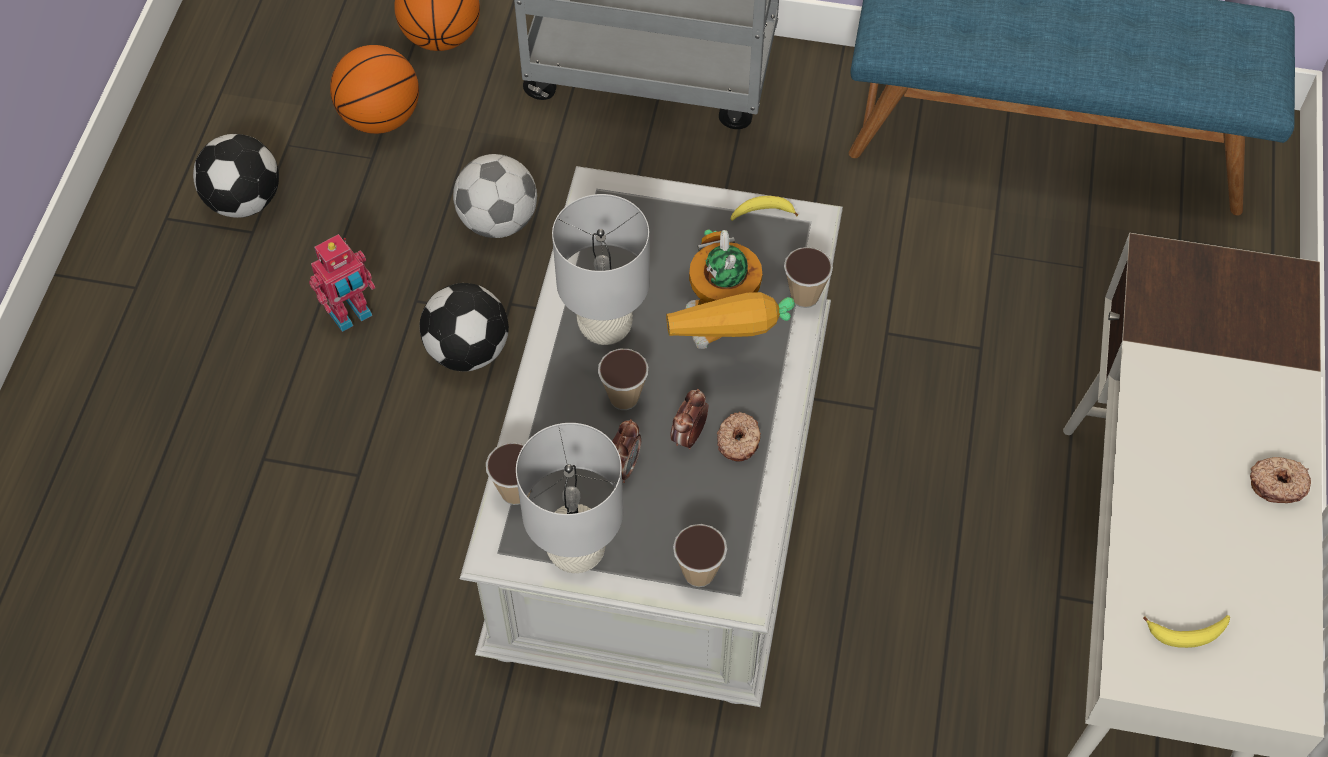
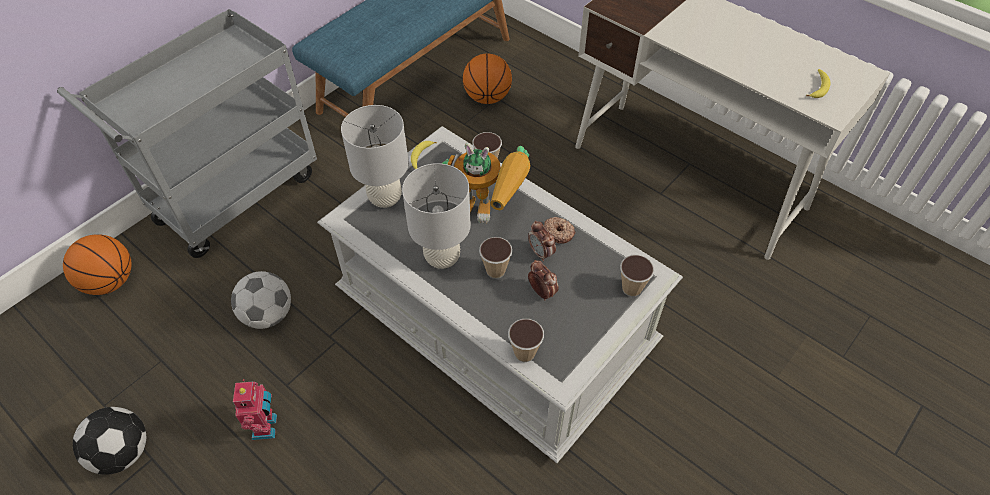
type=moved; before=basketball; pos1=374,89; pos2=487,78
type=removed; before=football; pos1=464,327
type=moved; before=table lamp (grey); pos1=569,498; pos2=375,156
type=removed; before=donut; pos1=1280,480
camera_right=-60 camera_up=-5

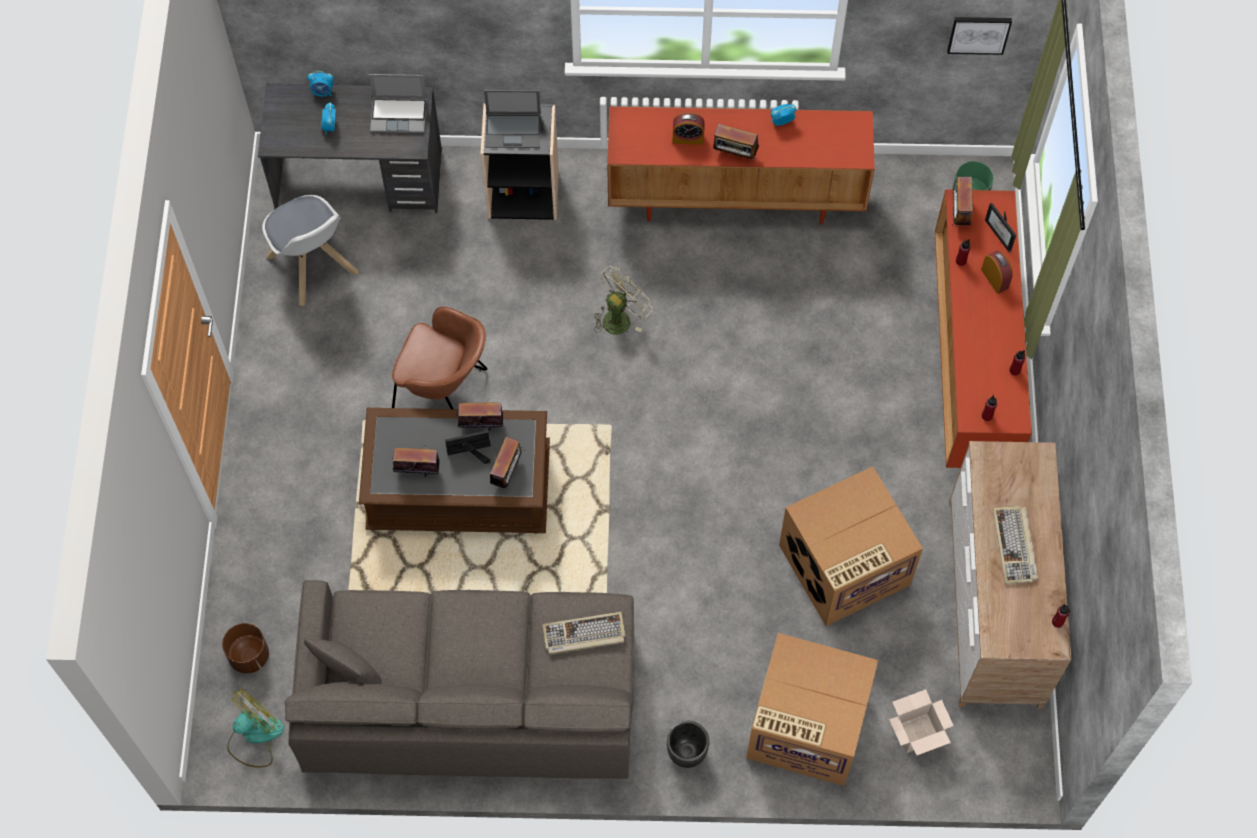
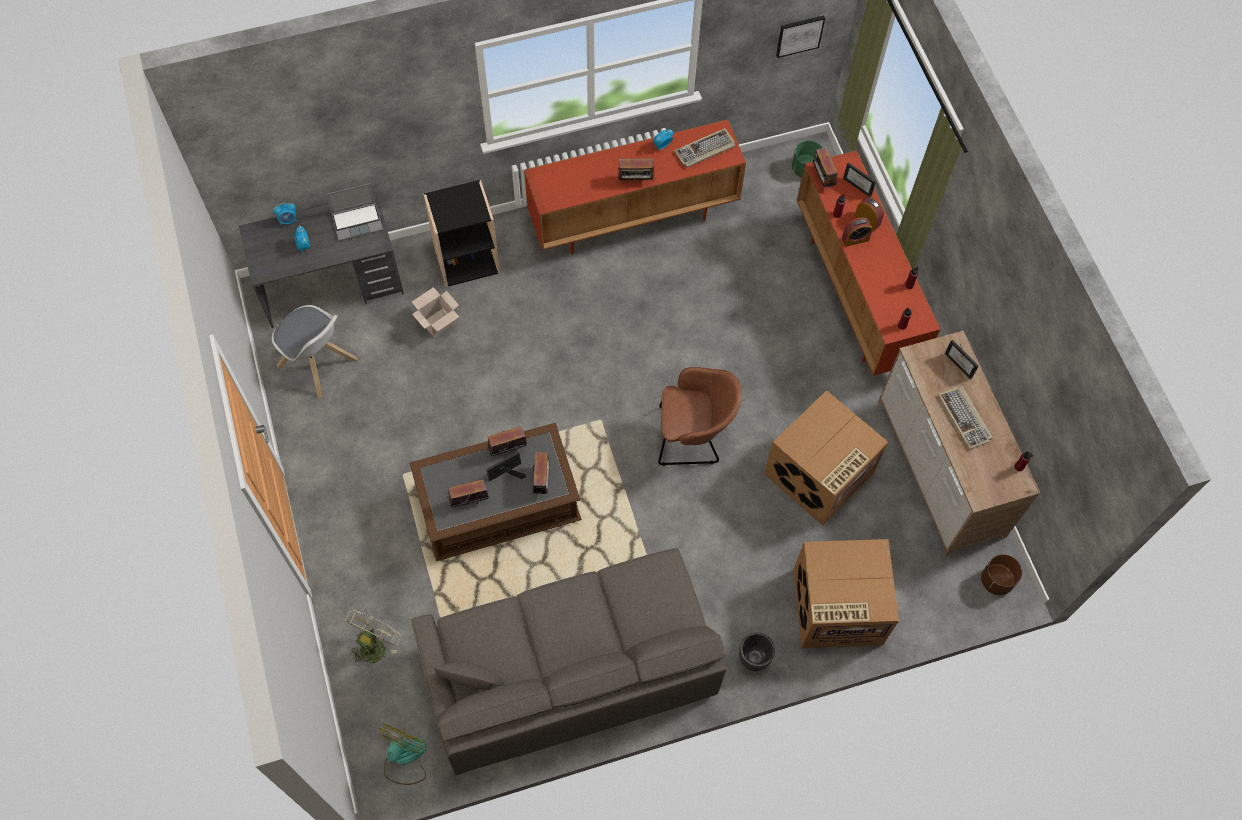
type=removed; before=laptop; pos1=512,119
type=moved; before=alarm clock; pos1=688,128; pos2=857,232
type=moved; before=fan (beige); pos1=623,300; pos2=373,638
type=moved; before=armchair (brown); pos1=439,358; pos2=700,416
type=moved; before=keyboard; pos1=584,633; pos2=705,148
type=moved; before=planter (brown); pos1=245,648; pos2=1001,574
type=moved; before=cardboard box; pos1=921,722; pos2=436,312
type=added; after=picture frame; pos2=961,360
camera_right=-20 camera_up=0

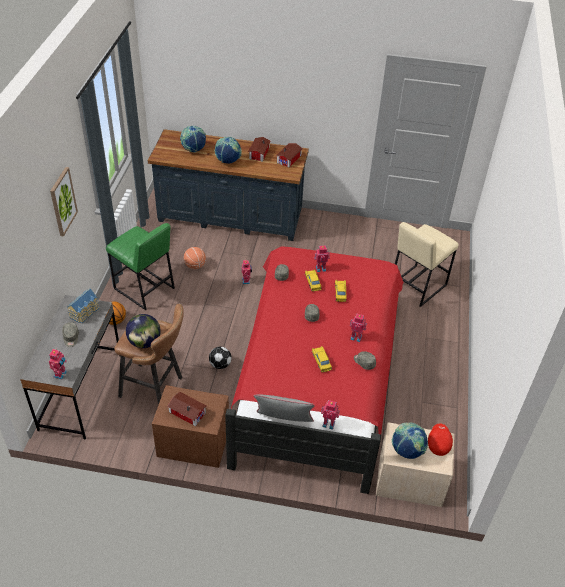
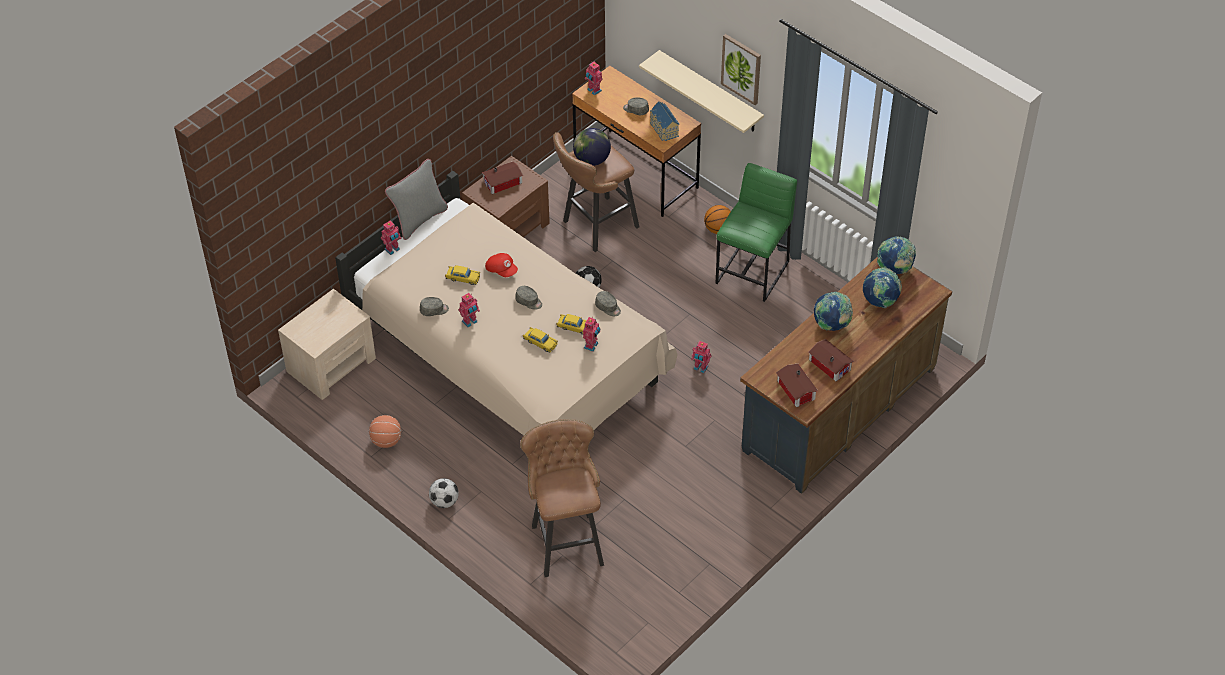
type=replaced; before=chair (beige); after=stool (brown); pos1=427,264; pos2=562,498
type=turned; before=chair (green); pos1=140,266; pos2=756,232; turn=135
type=moved; before=basketball; pos1=195,258; pos2=385,431
type=recoloured; before=bed (red); after=bed (beige); pos1=314,370; pos2=506,303
type=recoloured; before=desk (grey); after=desk (brown); pos1=70,367; pos2=636,141
type=moved; before=globe; pos1=409,441; pos2=896,255
type=moved; before=cap (red); pos1=440,439; pos2=501,265
type=added; after=shelf (beige); pos2=701,91
type=added; after=football; pos2=444,493
camera_right=125 camera_up=5

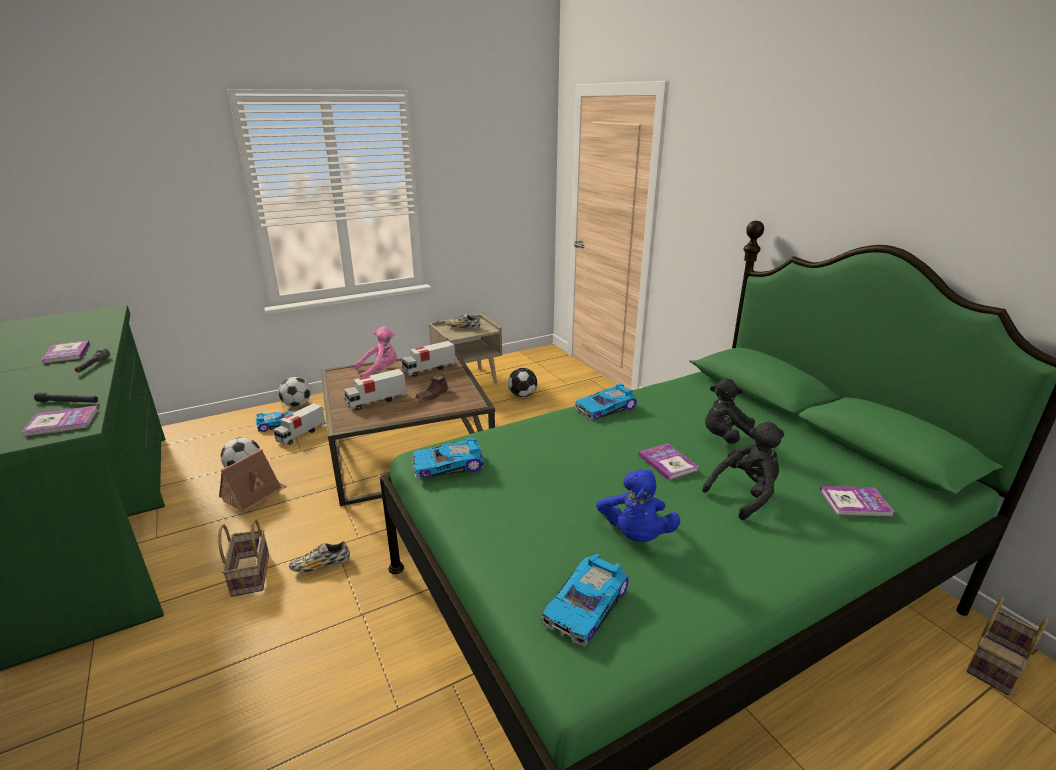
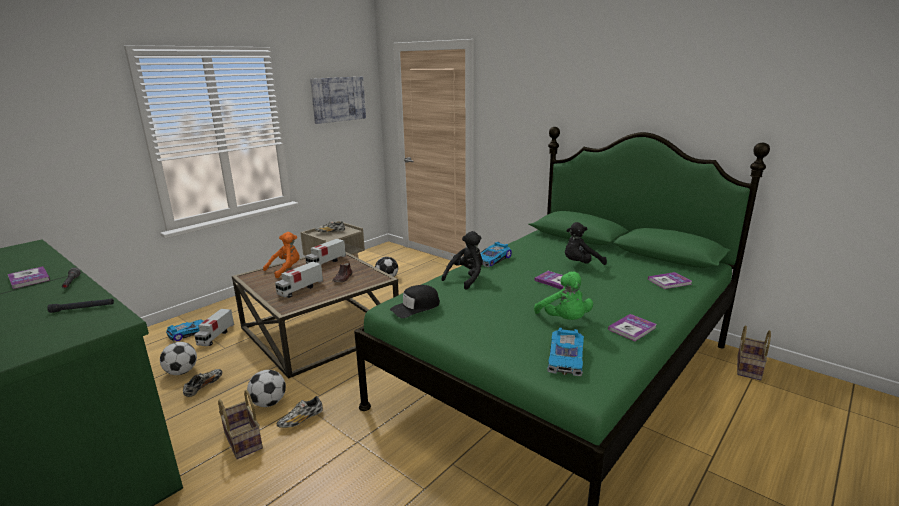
type=recoloured; before=plush toy (pink); after=plush toy (orange); pos1=375,352; pos2=281,255
type=moved; before=football; pos1=294,392; pos2=266,388
type=moved; before=book; pos1=60,421; pos2=632,327
type=moved; before=plush toy (black); pos1=743,471; pos2=462,260
type=replaced; before=toy car; after=cap (black); pos1=447,458; pos2=415,301
type=replaced; before=toy house; after=shoe; pos1=253,480; pos2=202,383
type=recoloured; before=plush toy (blue); after=plush toy (green); pos1=638,505; pos2=563,296
type=added; after=picture; pos2=338,100
camera_right=-20 camera_up=-5

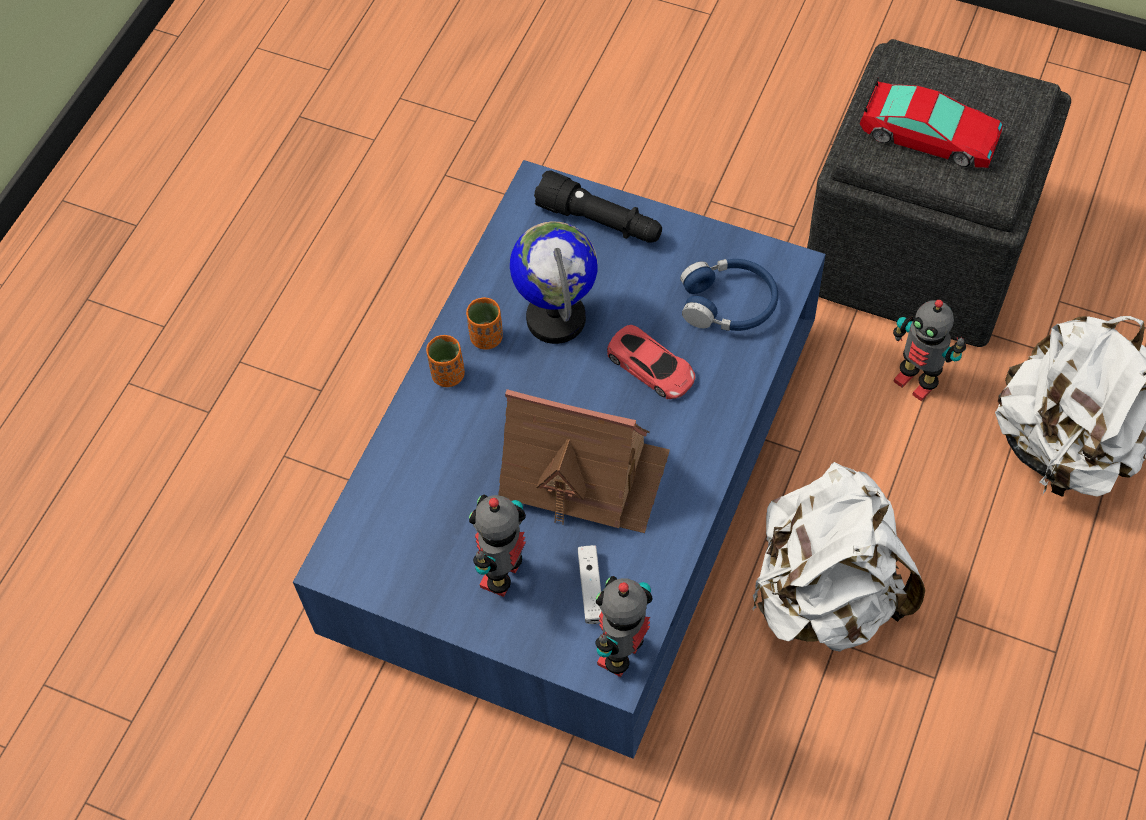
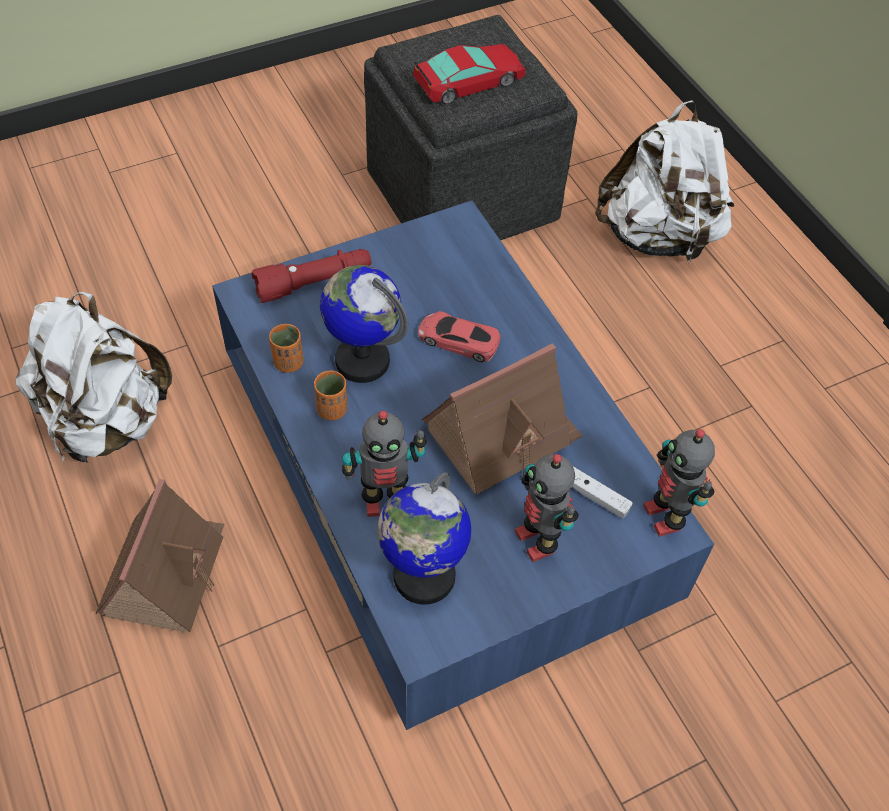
type=recoloured; before=flashlight (black); after=flashlight (red); pos1=598,206; pos2=311,276
type=removed; before=headphones (blue); pos1=729,295
type=moved; before=toy robot; pos1=929,350; pos2=384,464
type=turned; before=toy car (red); pos1=651,362; pos2=459,336; turn=-150
type=moved; before=cup (orange); pos1=445,361; pos2=286,348
type=moved; before=backpack (white); pos1=838,557; pos2=93,377
type=added; after=globe; pos2=424,538
type=added; after=toy house; pos2=159,555
camera_right=-55 camera_up=-5

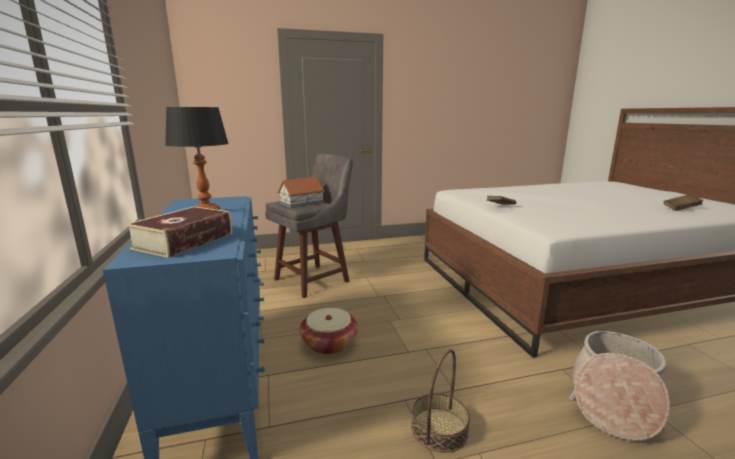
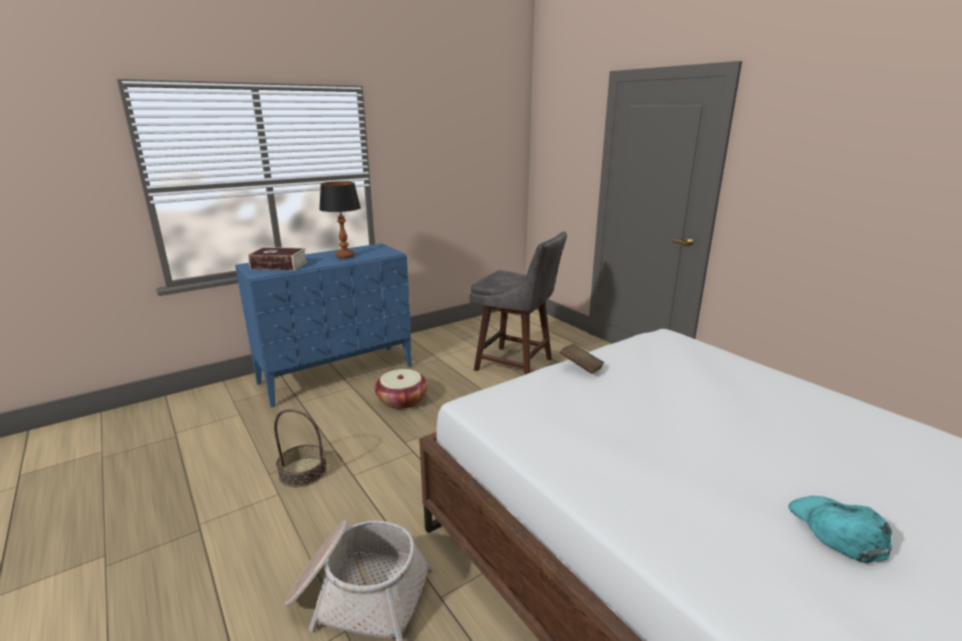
type=removed; before=toy house; pos1=301,192
type=removed; before=book (brown); pos1=684,202
type=added; after=cap (turquoise); pos2=840,529
camera_right=70 camera_up=5

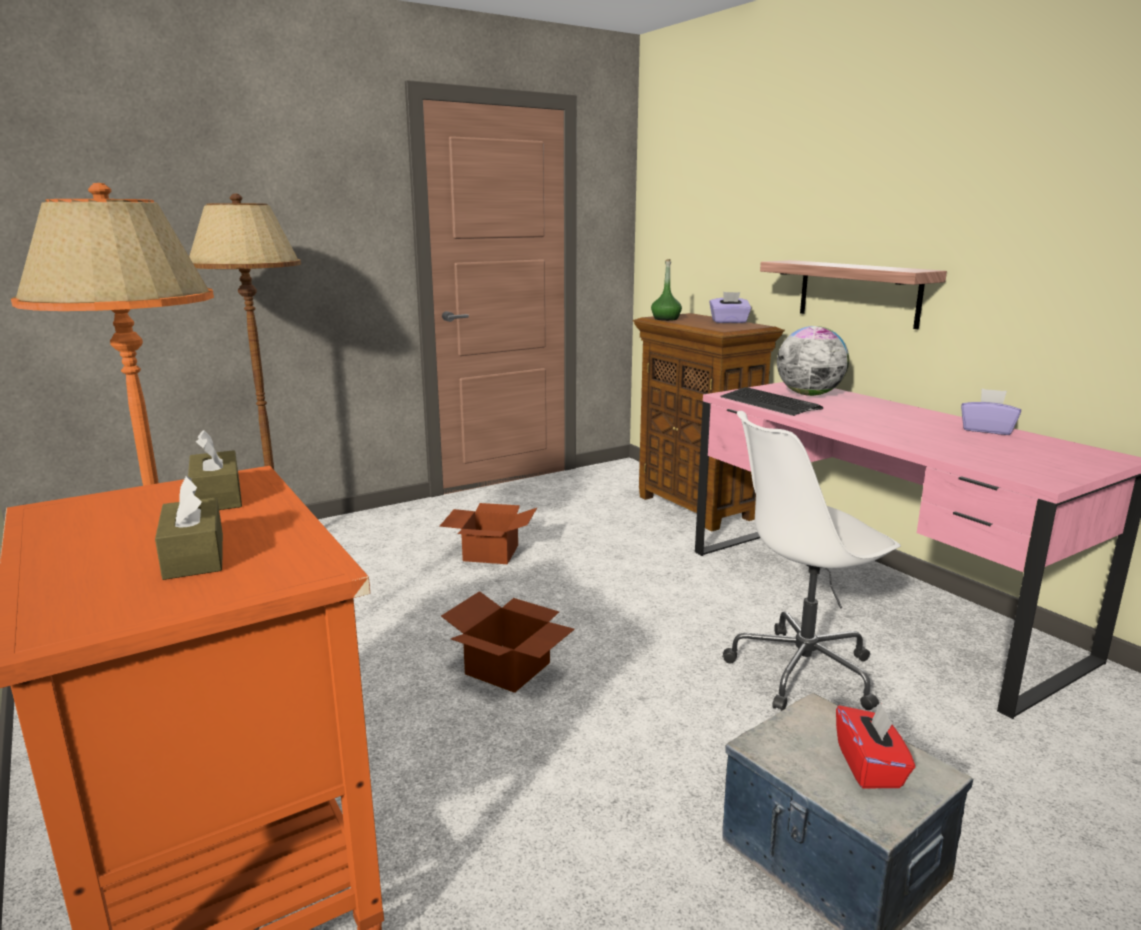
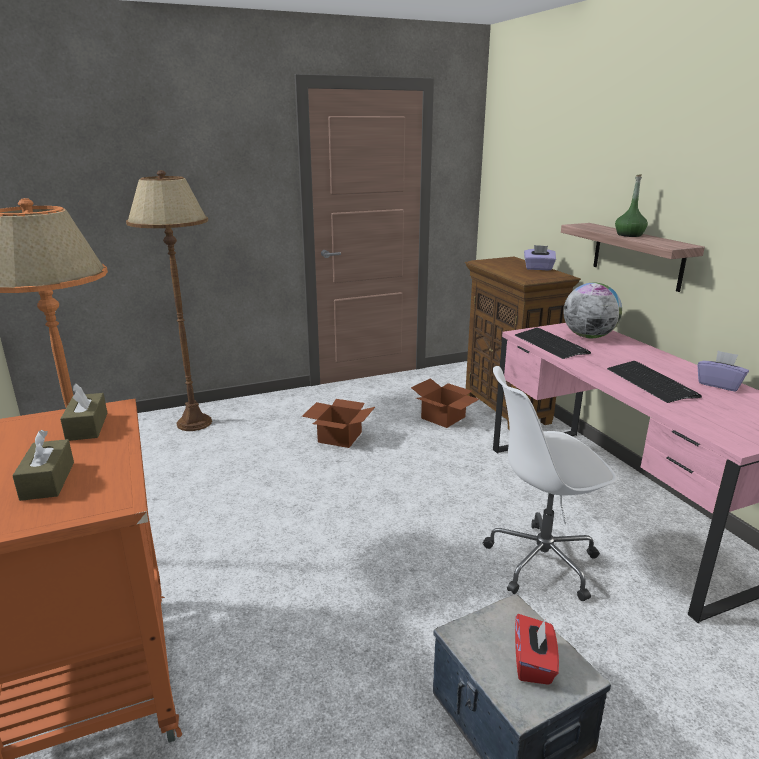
type=moved; before=bottle (green); pos1=666,290; pos2=631,205
type=moved; before=cardboard box; pos1=508,642; pos2=445,403
type=added; after=keyboard; pos2=654,382
camera_right=10 camera_up=5

